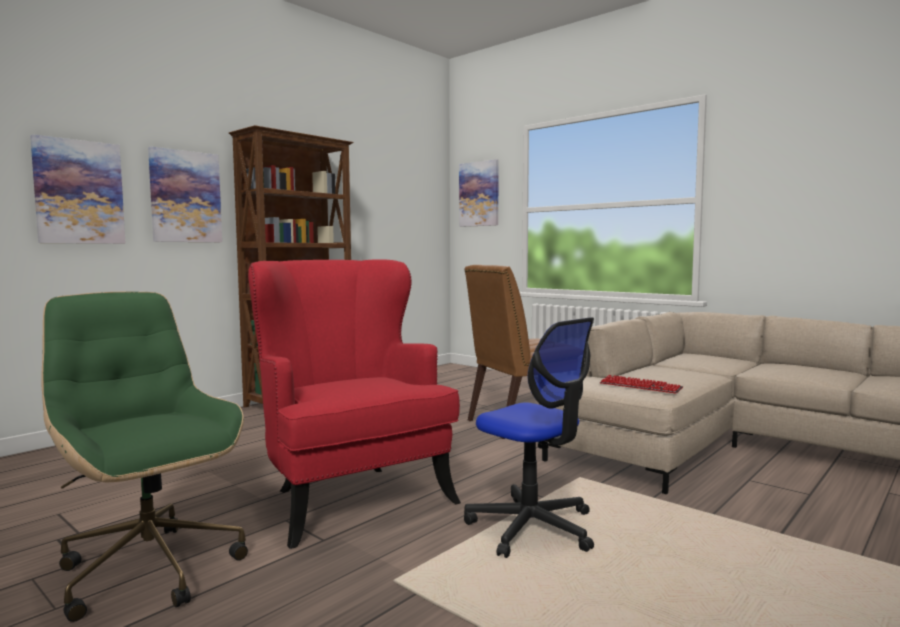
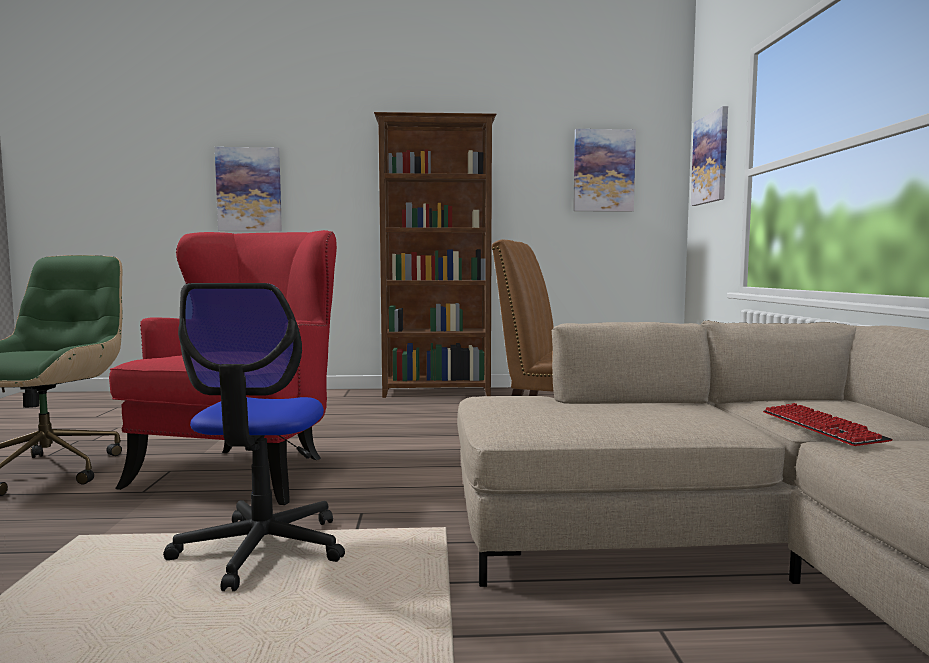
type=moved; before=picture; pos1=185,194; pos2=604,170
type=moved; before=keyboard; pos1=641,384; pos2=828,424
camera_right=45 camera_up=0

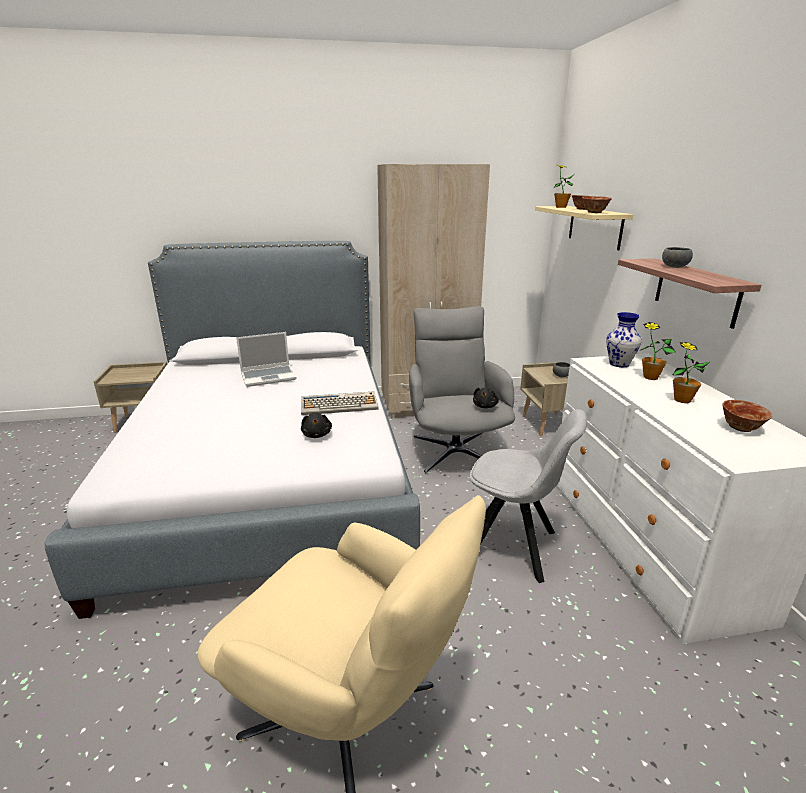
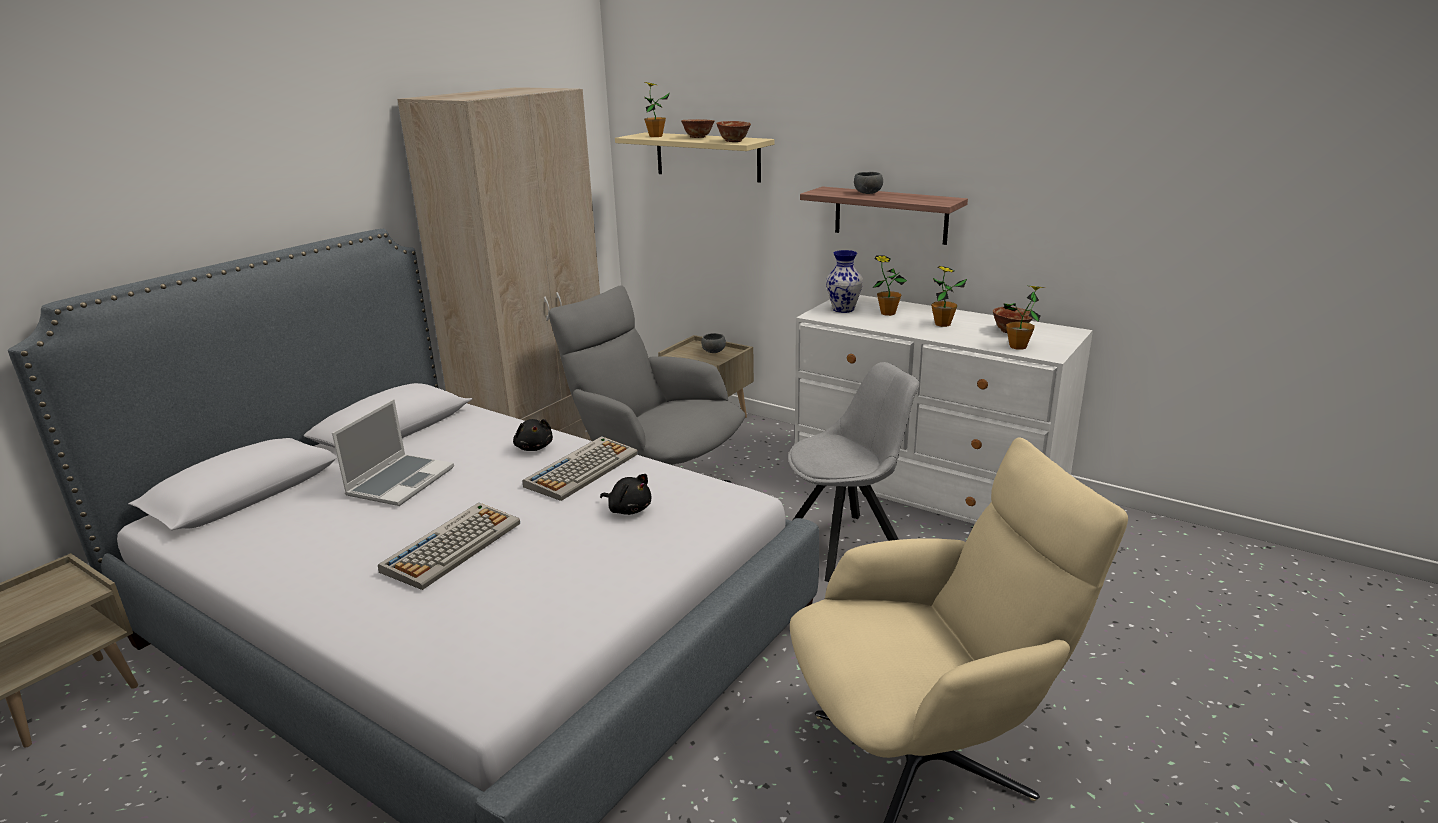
type=moved; before=plush toy (black); pos1=486,398; pos2=533,435
type=added; after=potted plant; pos2=1024,318
type=added; after=keyboard; pos2=449,546
camera_right=-45 camera_up=0

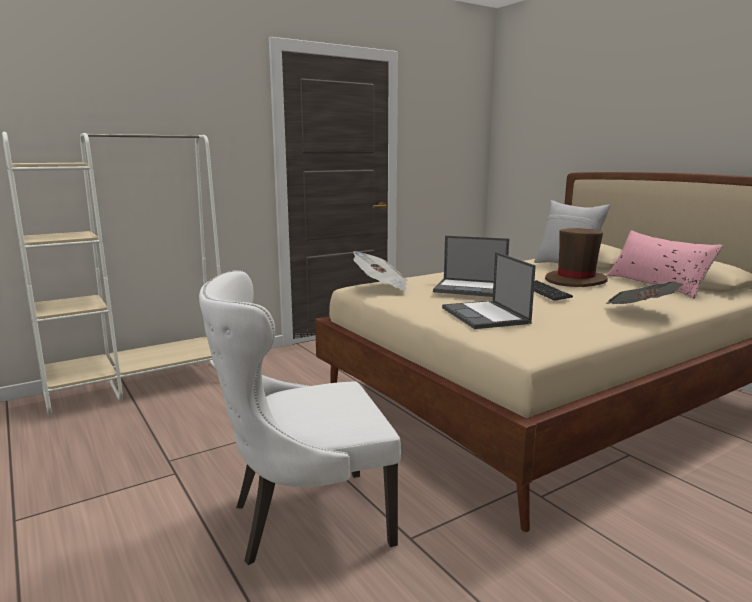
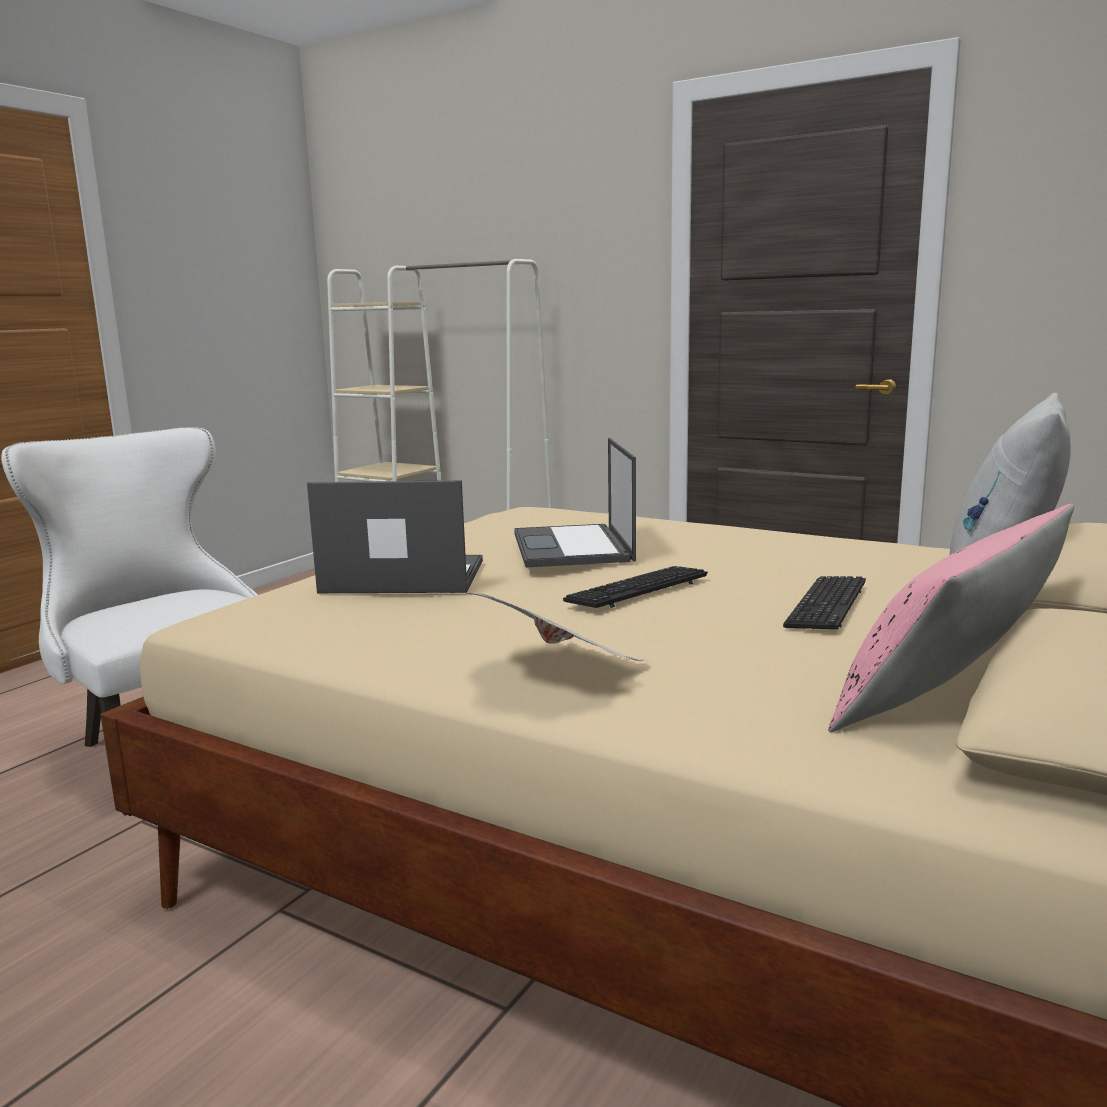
type=replaced; before=hat (brown); after=keyboard; pos1=576,257; pos2=824,602
type=removed; before=newspaper; pos1=380,271
type=turned; before=laptop; pos1=489,290; pos2=395,536; turn=45
camera_right=65 camera_up=0

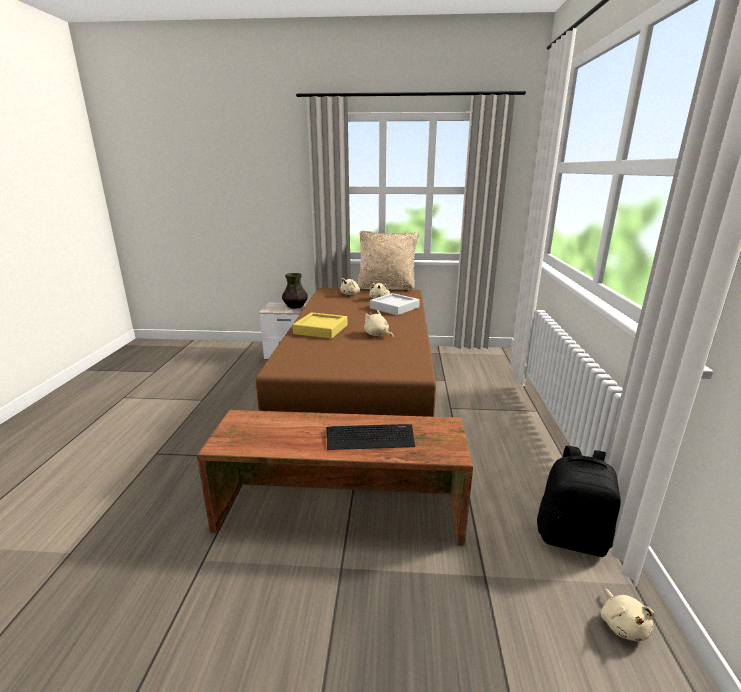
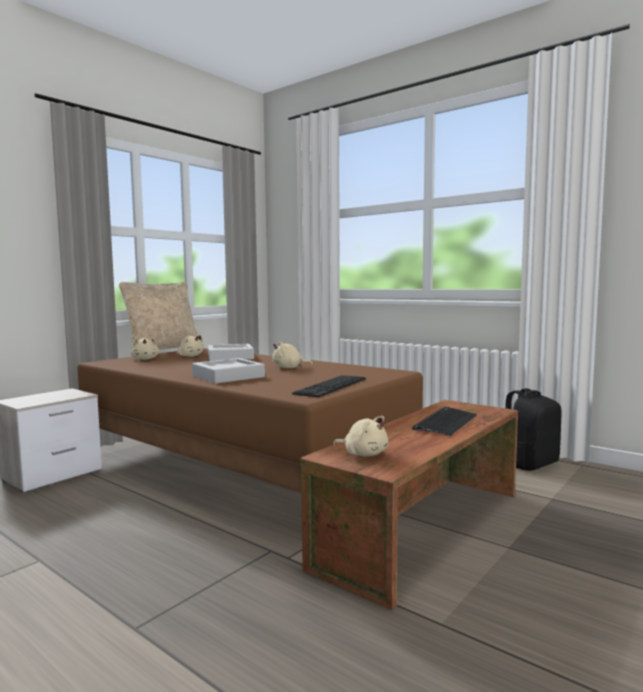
type=removed; before=vase; pos1=295,291
type=recoloured; before=tray (yellow); after=tray (grey); pos1=320,325; pos2=228,371
type=moved; before=plush toy (beige); pos1=628,615; pos2=360,436
type=added; after=keyboard; pos2=329,386
camera_right=-55 camera_up=-15

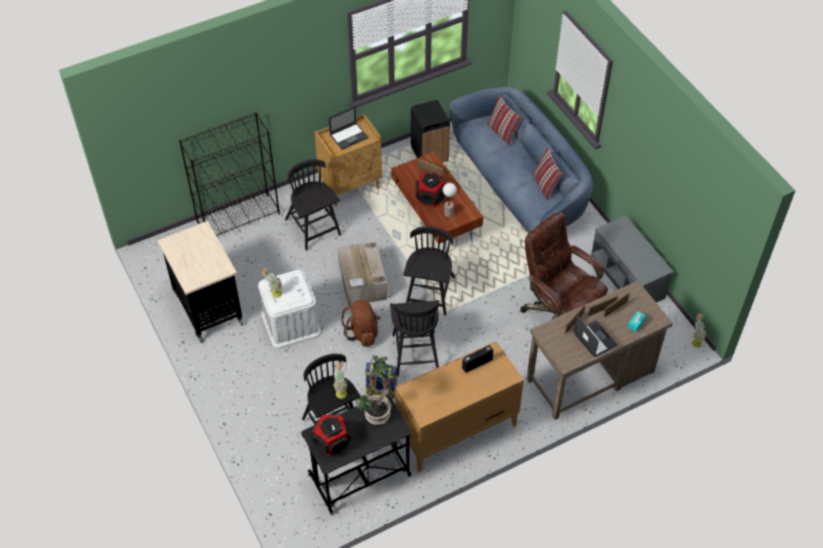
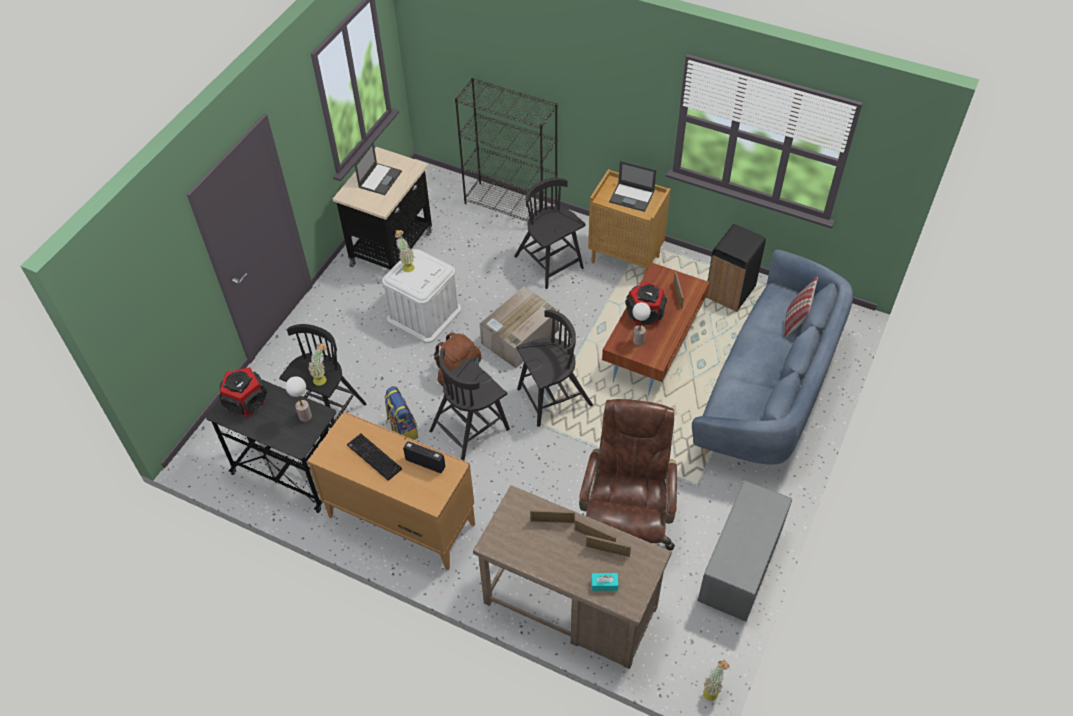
type=removed; before=pillow; pos1=547,173
type=turned; before=chair (black); pos1=313,204; pos2=549,233; turn=-60
type=moved; before=laptop; pos1=595,336; pos2=378,168
type=replaced; before=potted plant; after=table lamp; pos1=375,390; pos2=299,399
type=added; after=keyboard; pos2=374,457
camera_right=55 camera_up=0

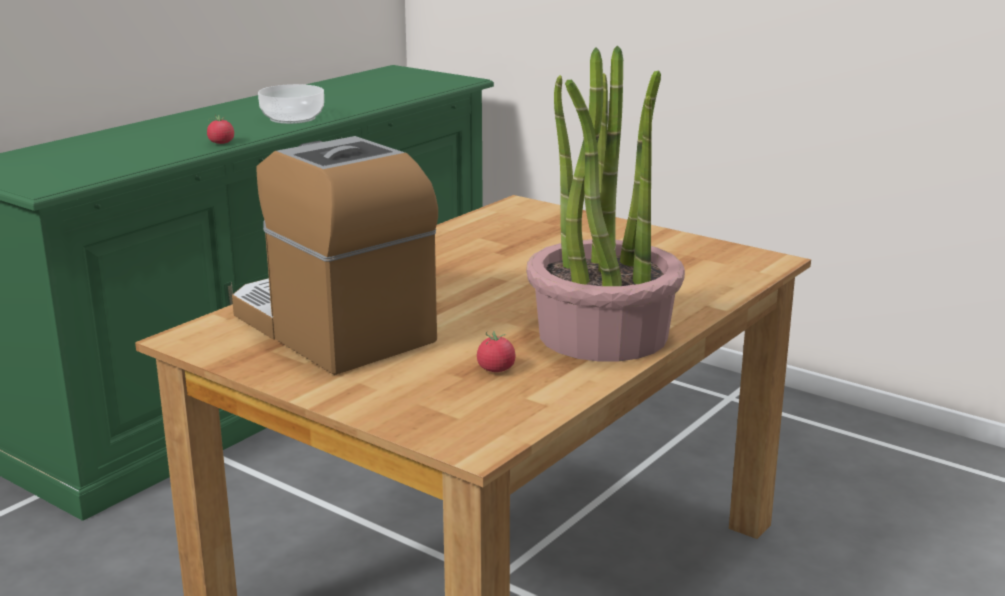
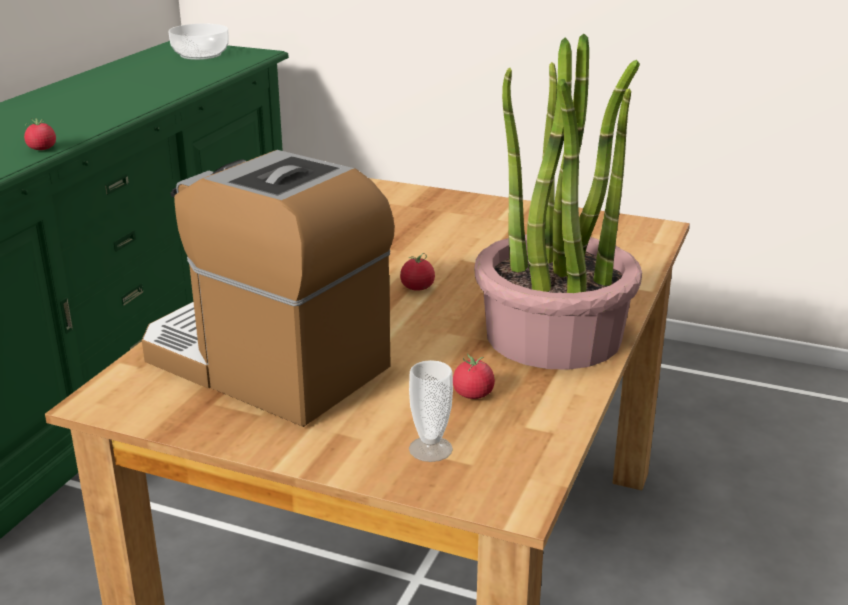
type=moved; before=bowl; pos1=291,104; pos2=199,42
type=added; after=tomato; pos2=417,272
type=added; after=cup; pos2=431,411
camera_right=-15 camera_up=5

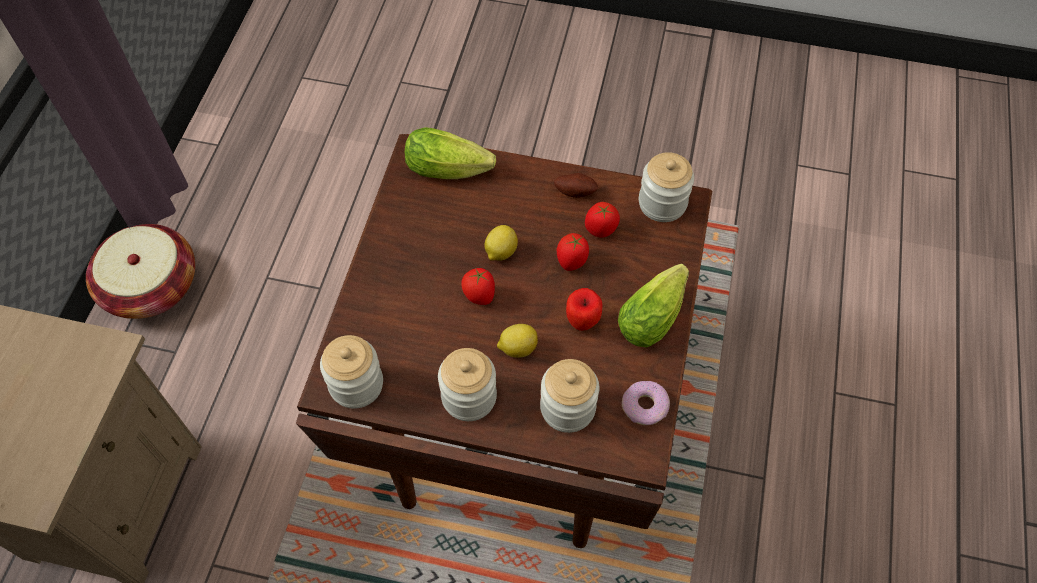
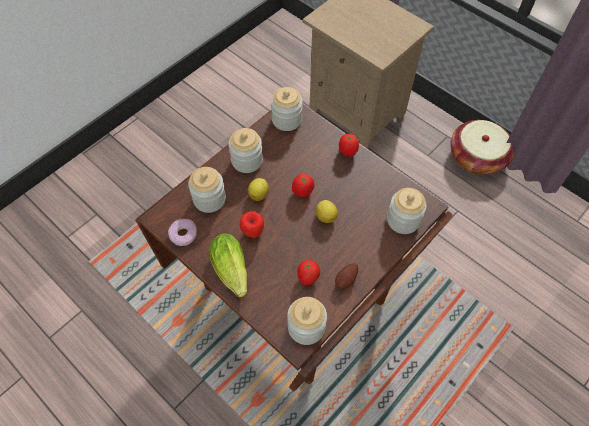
type=replaced; before=lettuce; after=jar; pos1=450,153; pos2=407,211
type=moved; before=tomato; pos1=573,252; pos2=349,145
camera_right=120 camera_up=0

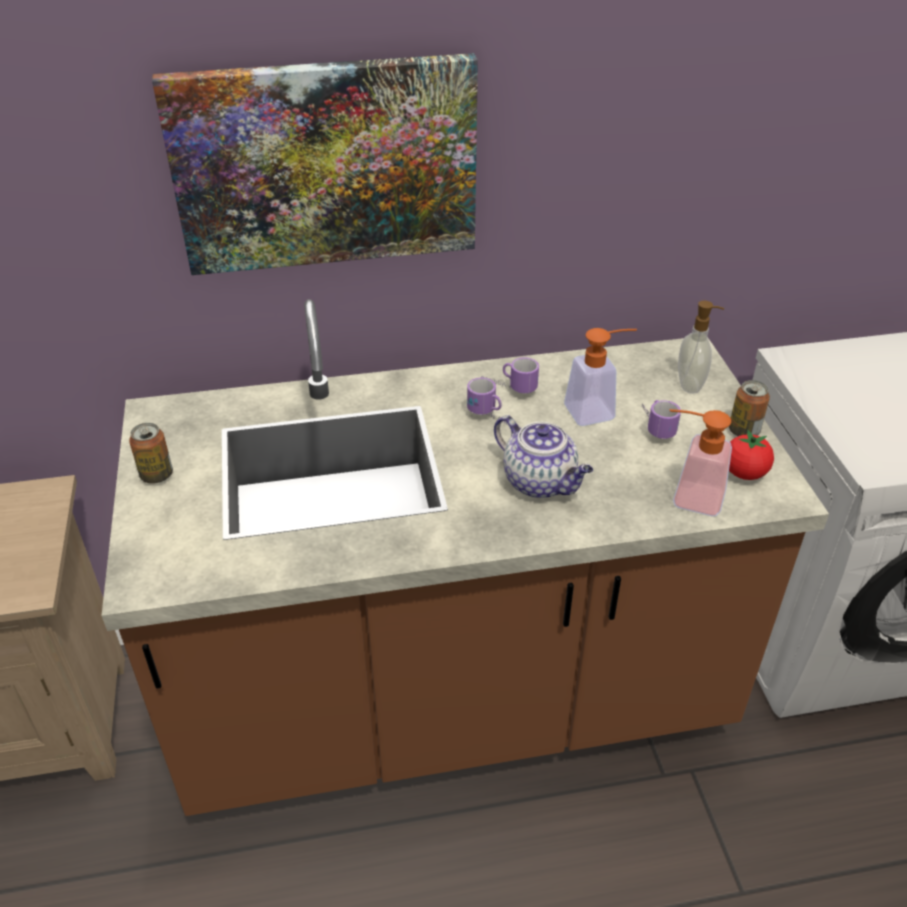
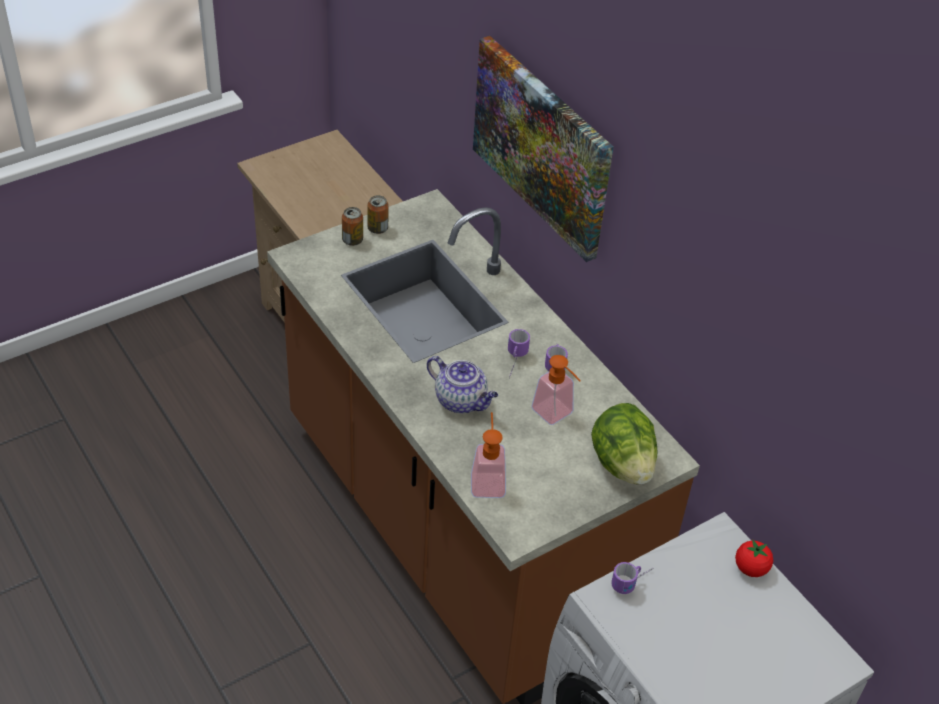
type=replaced; before=soap dispenser; after=lettuce; pos1=701,347; pos2=624,444
type=moved; before=can; pos1=749,408; pos2=352,226
type=moved; before=mug; pos1=661,419; pos2=632,578
type=turned; before=teapot; pos1=543,456; pos2=462,384; turn=-75
type=moved; before=tomato; pos1=751,455; pos2=754,558
camera_right=65 camera_up=5

